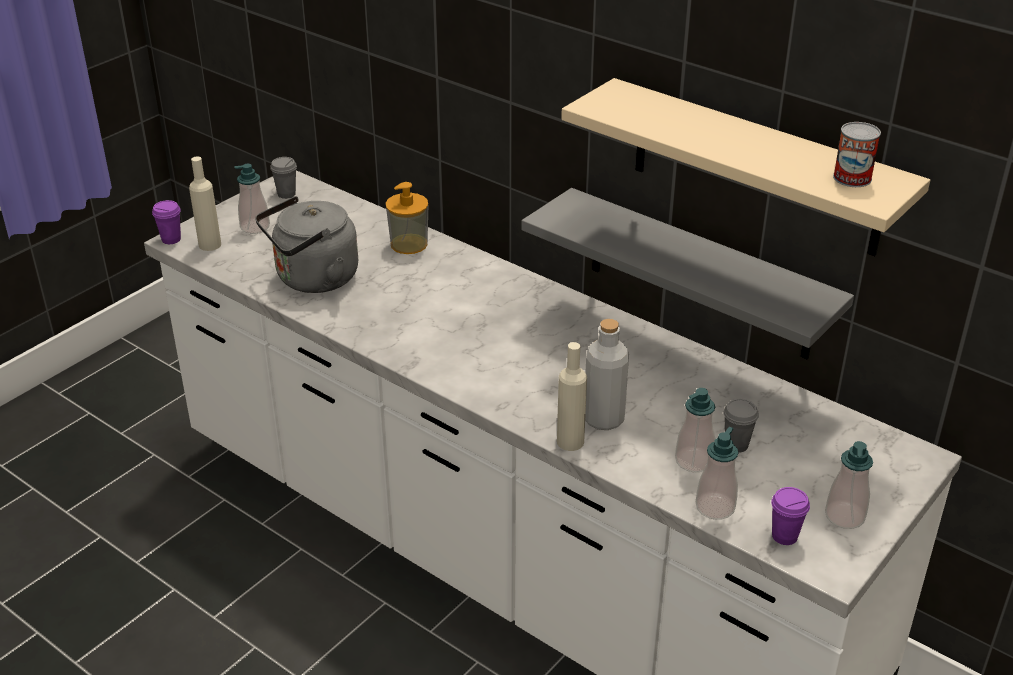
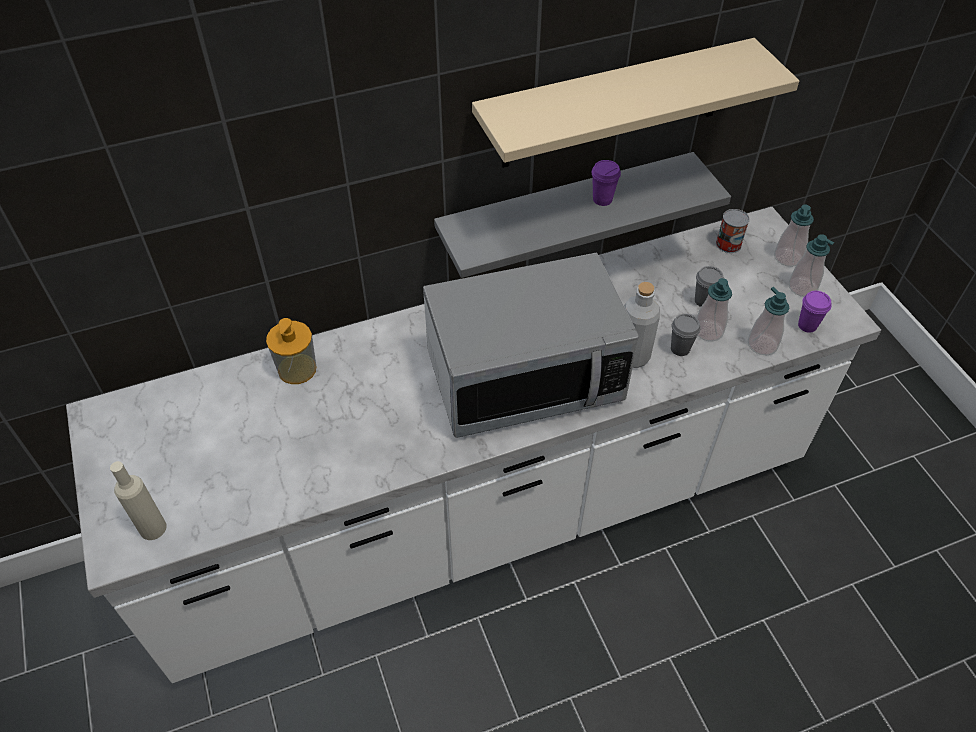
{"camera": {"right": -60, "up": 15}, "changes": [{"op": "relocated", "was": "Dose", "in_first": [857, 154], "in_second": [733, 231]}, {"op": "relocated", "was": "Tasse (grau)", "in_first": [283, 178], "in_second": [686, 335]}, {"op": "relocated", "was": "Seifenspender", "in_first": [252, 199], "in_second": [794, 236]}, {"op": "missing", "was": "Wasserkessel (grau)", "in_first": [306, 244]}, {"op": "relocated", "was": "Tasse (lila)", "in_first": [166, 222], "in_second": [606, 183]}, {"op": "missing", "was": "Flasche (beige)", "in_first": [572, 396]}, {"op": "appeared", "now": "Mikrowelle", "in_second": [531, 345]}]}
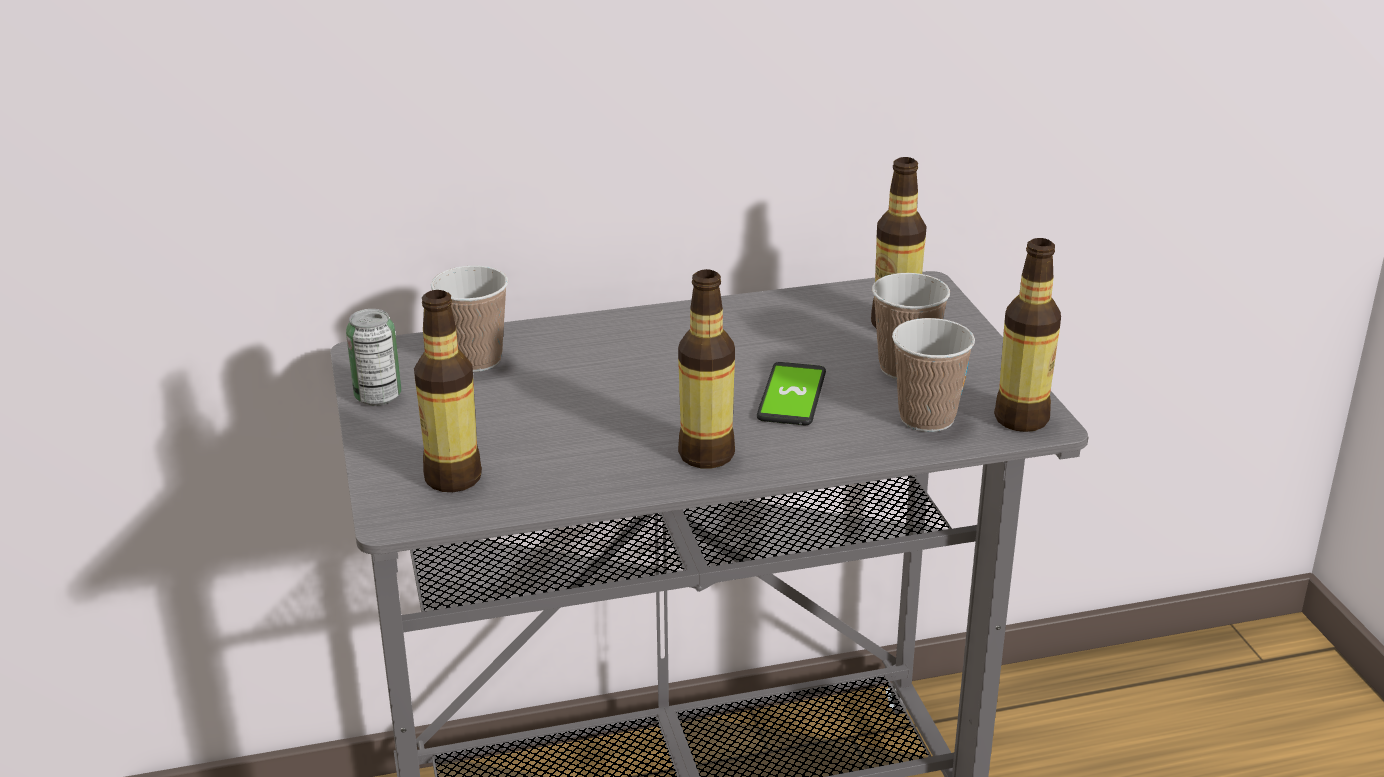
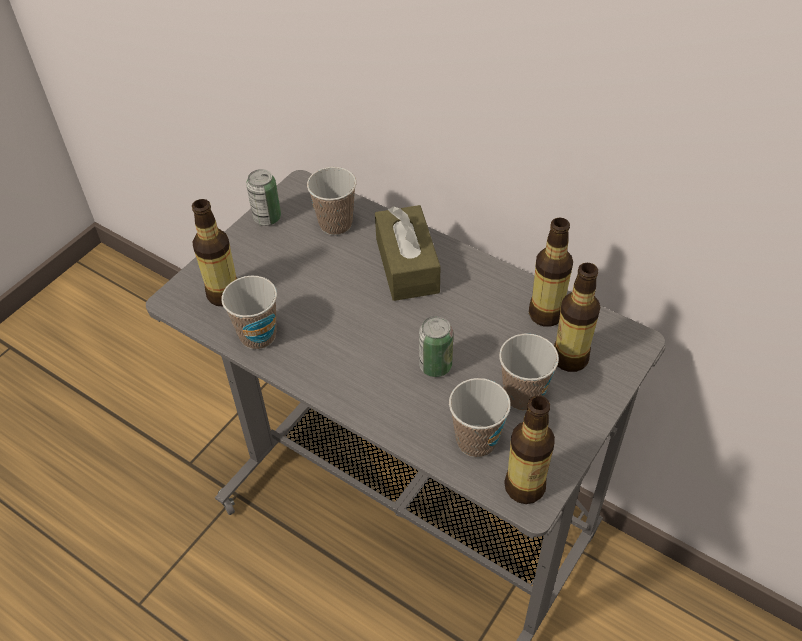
{"camera": {"right": 50, "up": 20}, "changes": [{"op": "relocated", "was": "Flasche", "in_first": [706, 368], "in_second": [551, 272]}, {"op": "exchanged", "was": "Handy", "now": "Dose", "in_first": [791, 393], "in_second": [436, 346]}, {"op": "appeared", "now": "Taschentuchbox (braun)", "in_second": [407, 253]}, {"op": "appeared", "now": "Tasse", "in_second": [249, 313]}]}
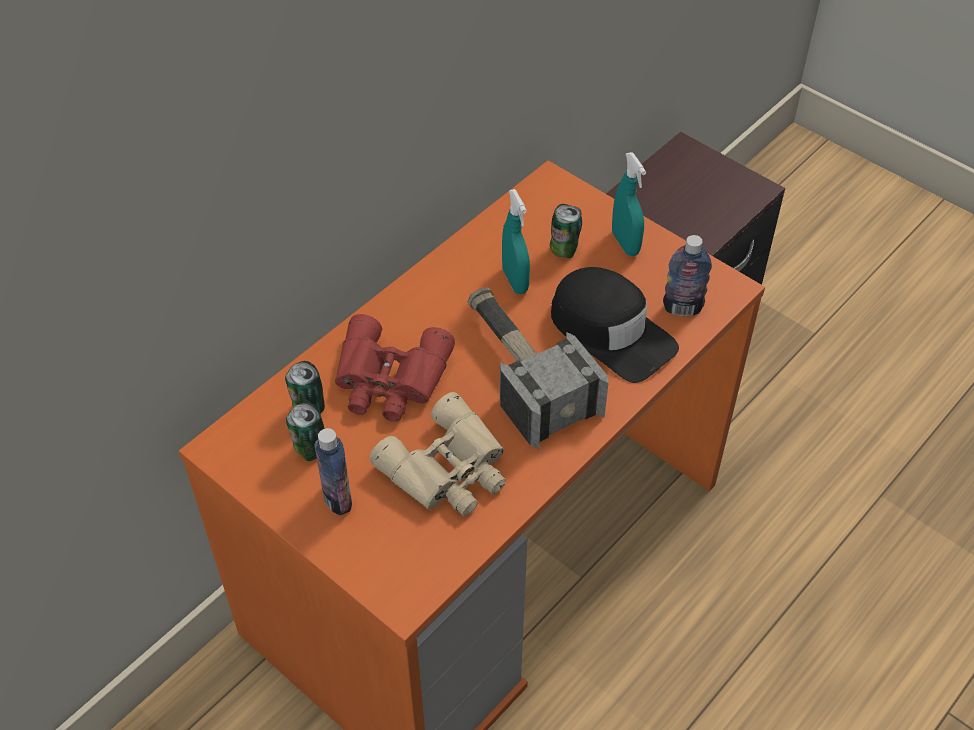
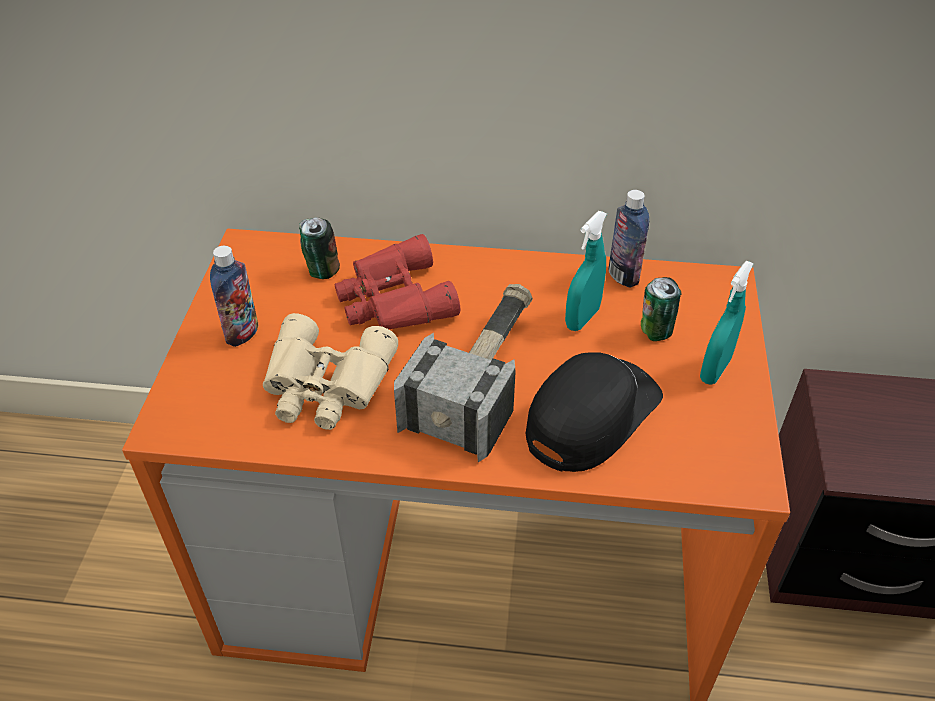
{"camera": {"right": 55, "up": -5}, "changes": [{"op": "relocated", "was": "Flasche", "in_first": [687, 275], "in_second": [628, 239]}, {"op": "spun", "was": "Kappe (schwarz)", "in_first": [615, 325], "in_second": [594, 412], "clockwise": -150}, {"op": "missing", "was": "Dose", "in_first": [305, 431]}]}
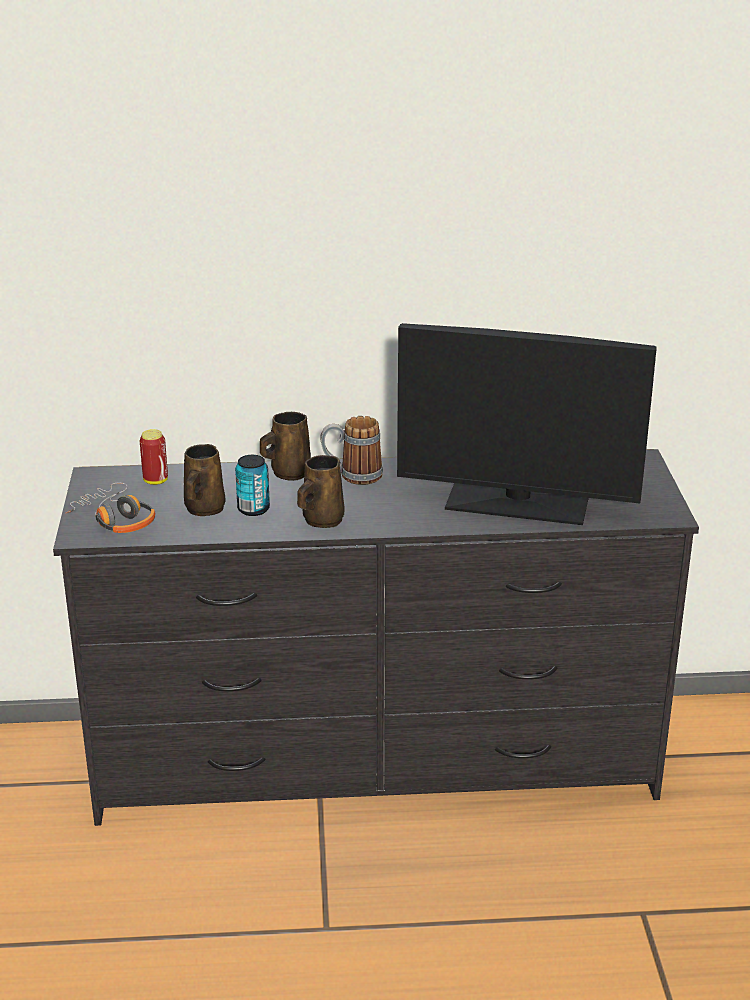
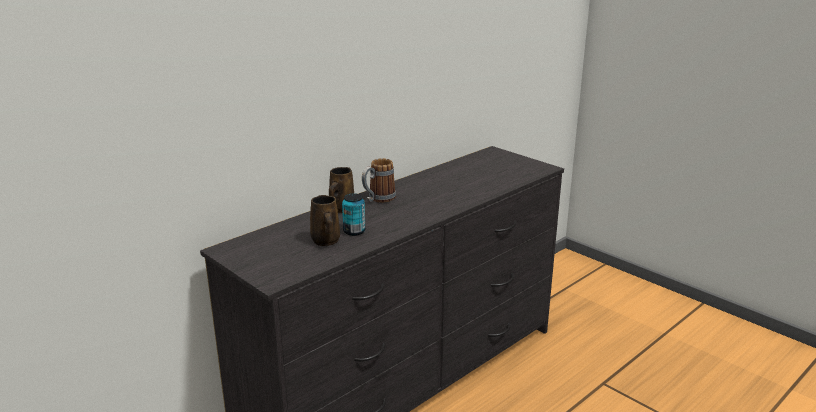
{"camera": {"right": -40, "up": -5}, "changes": [{"op": "missing", "was": "Monitor", "in_first": [527, 424]}, {"op": "missing", "was": "Dose", "in_first": [154, 457]}, {"op": "missing", "was": "Henkelbecher (braun)", "in_first": [321, 491]}, {"op": "missing", "was": "Kopfhörer", "in_first": [110, 507]}]}
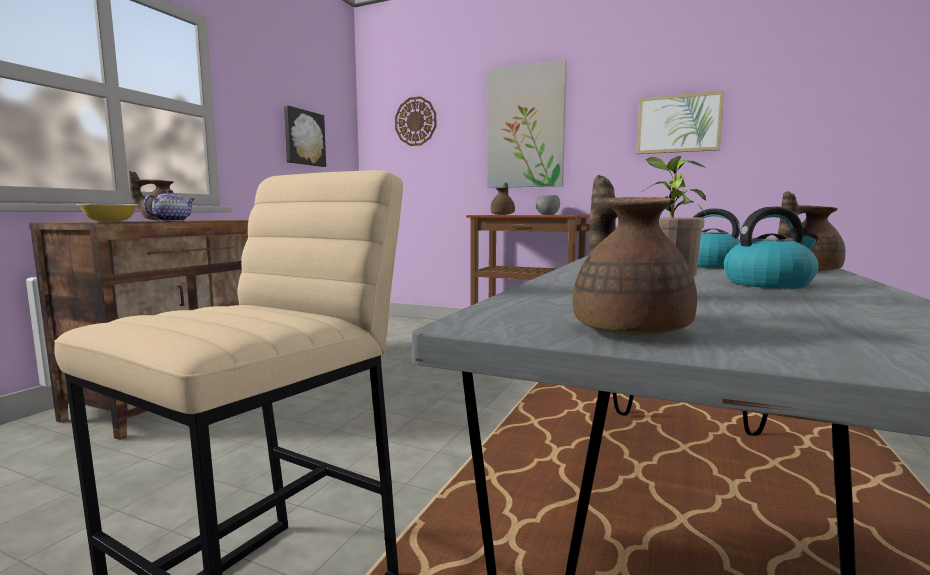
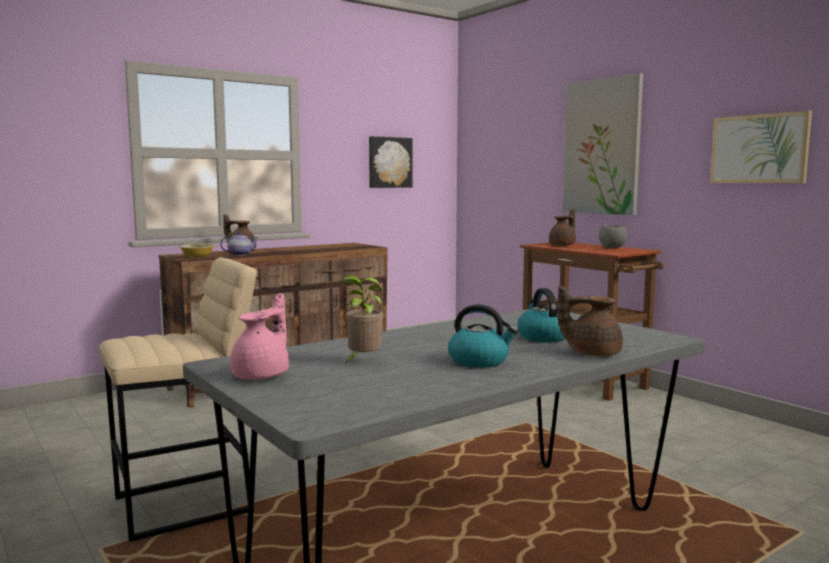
{"camera": {"right": 30, "up": 0}, "changes": [{"op": "missing", "was": "Wanduhr", "in_first": [415, 121]}, {"op": "colour", "was": "Teekanne (braun)", "now": "Teekanne (rosa)", "in_first": [635, 255], "in_second": [259, 336]}]}
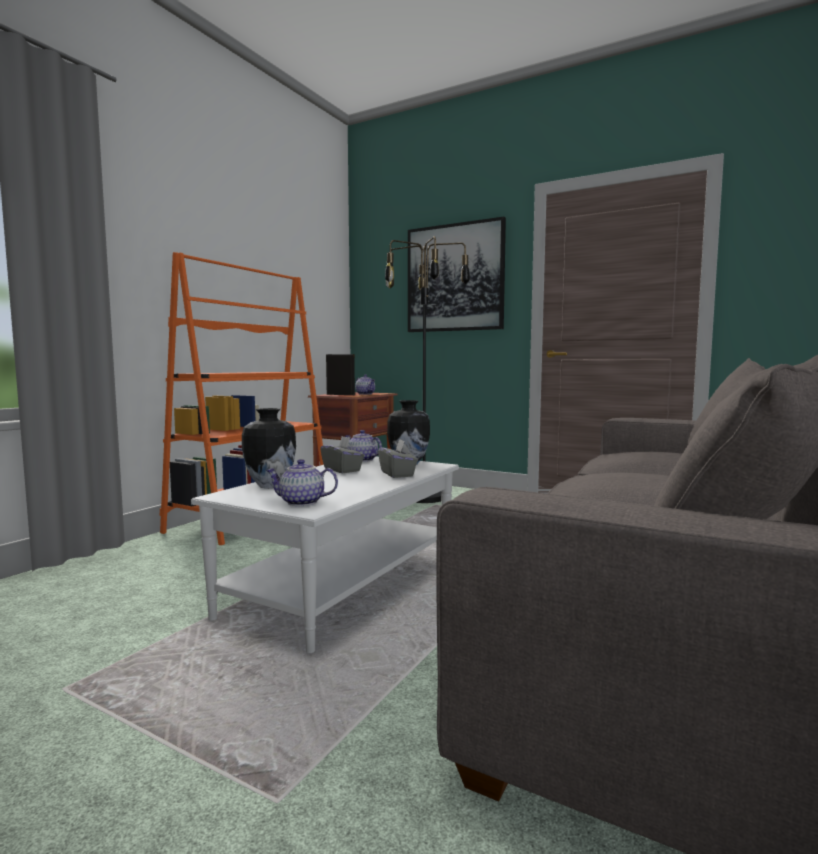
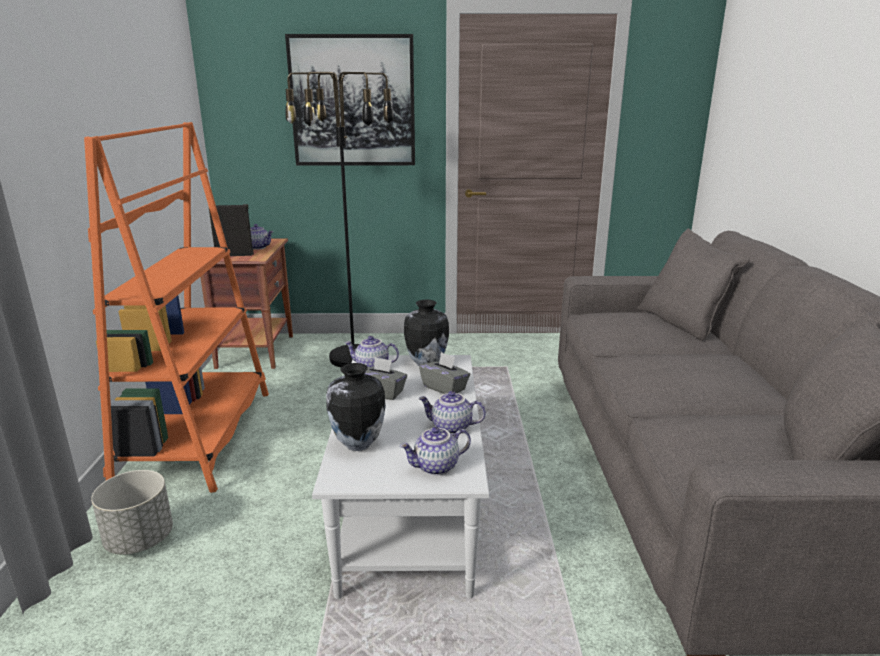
{"camera": {"right": -30, "up": 15}, "changes": [{"op": "appeared", "now": "Teekanne", "in_second": [452, 412]}, {"op": "appeared", "now": "Pflanzkübel (grau)", "in_second": [132, 512]}]}
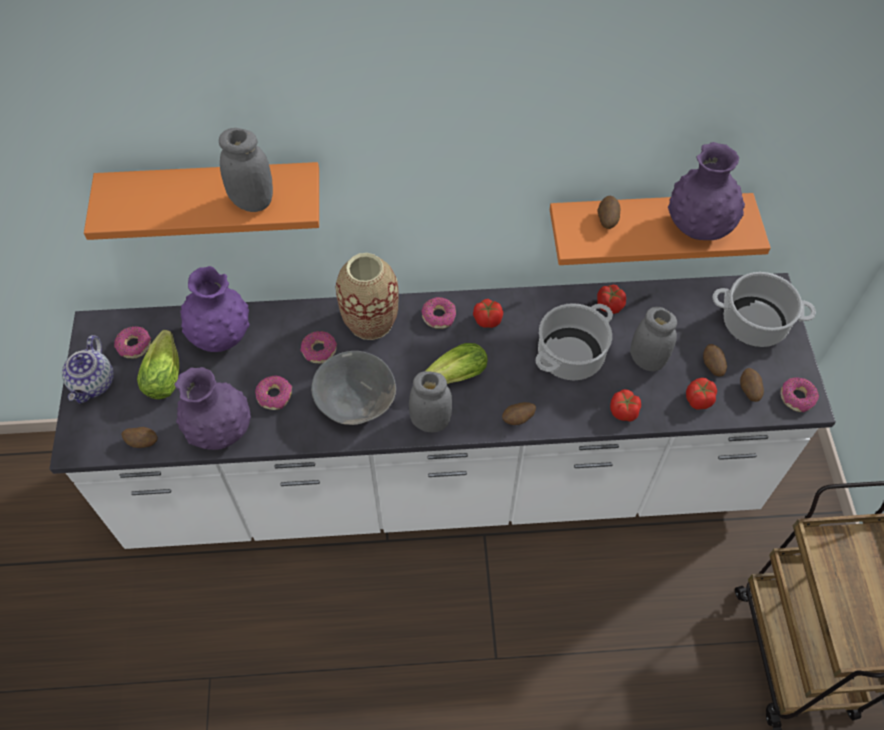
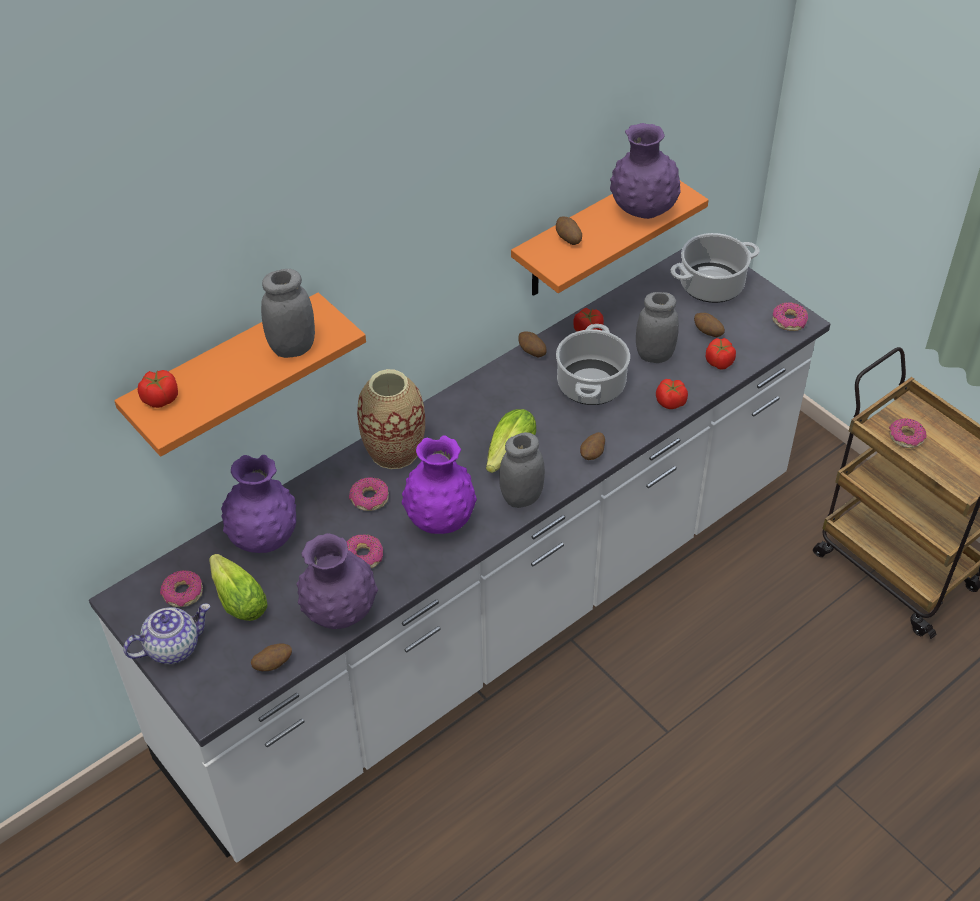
{"camera": {"right": -35, "up": -10}, "changes": [{"op": "relocated", "was": "Donut", "in_first": [438, 313], "in_second": [908, 433]}, {"op": "relocated", "was": "Tomate", "in_first": [488, 313], "in_second": [158, 389]}, {"op": "spun", "was": "Teekanne", "in_first": [88, 369], "in_second": [166, 633], "clockwise": -90}, {"op": "exchanged", "was": "Schüssel (grau)", "now": "Vase (lila)", "in_first": [353, 388], "in_second": [439, 484]}, {"op": "relocated", "was": "Kartoffel", "in_first": [752, 385], "in_second": [532, 345]}]}
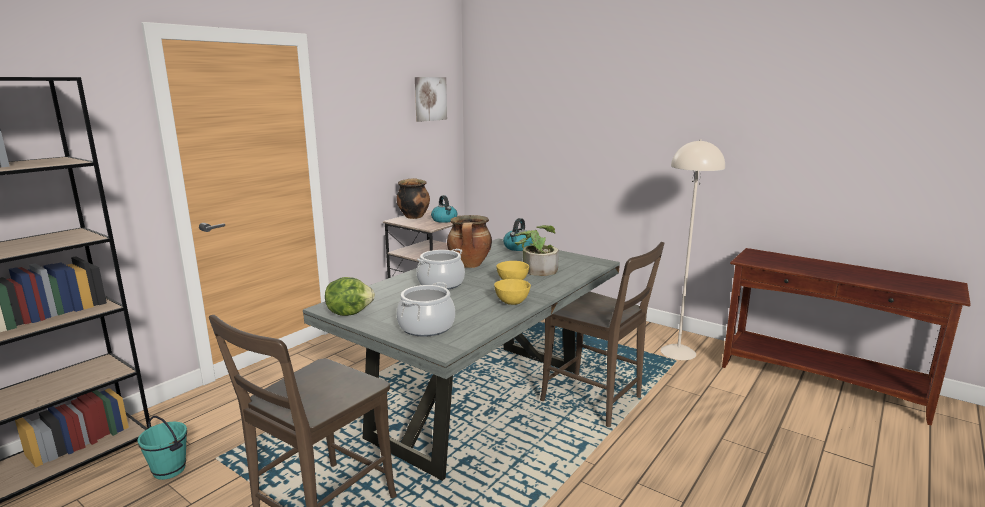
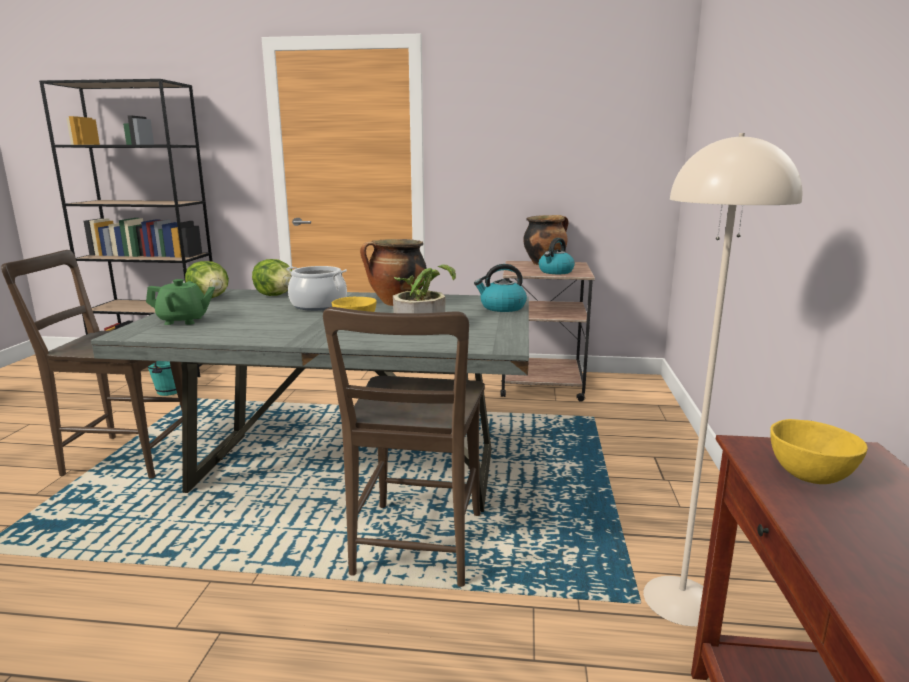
{"camera": {"right": 60, "up": 0}, "changes": [{"op": "missing", "was": "Bild", "in_first": [431, 99]}, {"op": "relocated", "was": "Schüssel (gelb)", "in_first": [512, 292], "in_second": [818, 451]}, {"op": "exchanged", "was": "Kochtopf", "now": "Teekanne (grün)", "in_first": [426, 309], "in_second": [180, 302]}, {"op": "appeared", "now": "Salatkopf", "in_second": [272, 277]}]}
